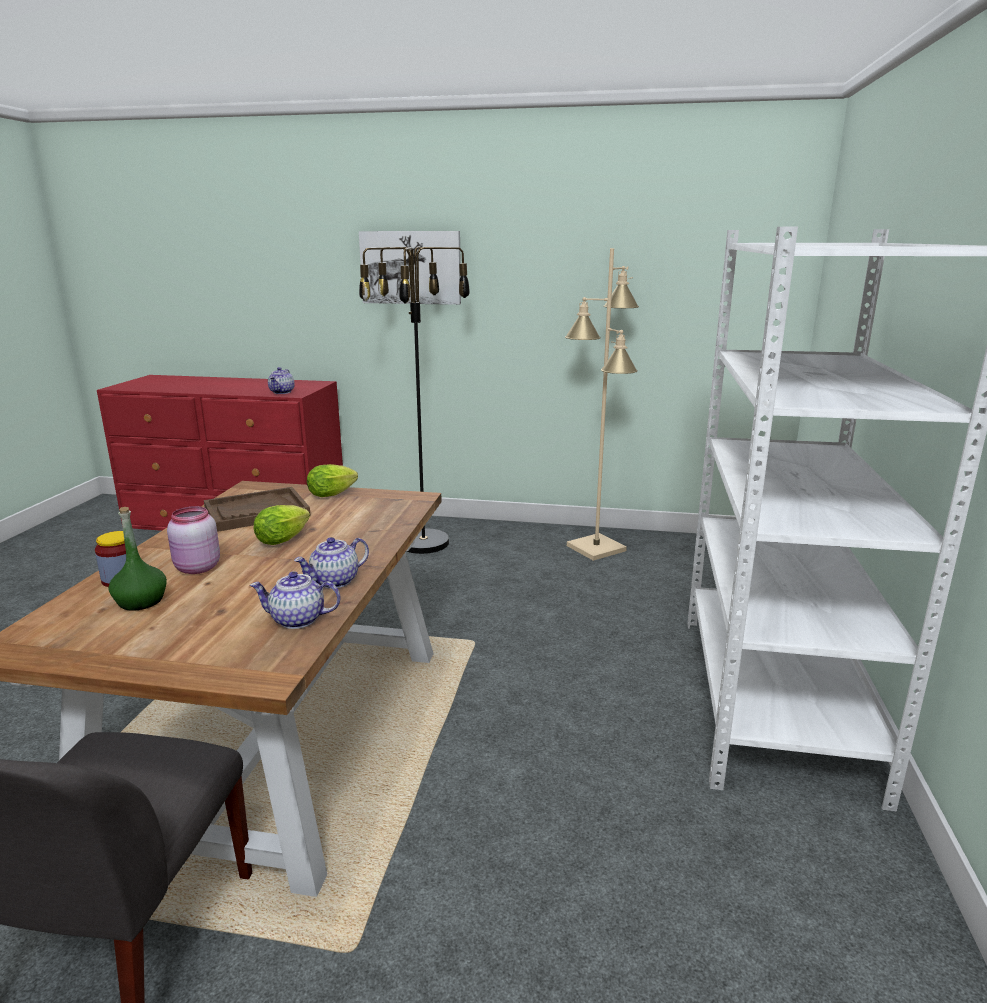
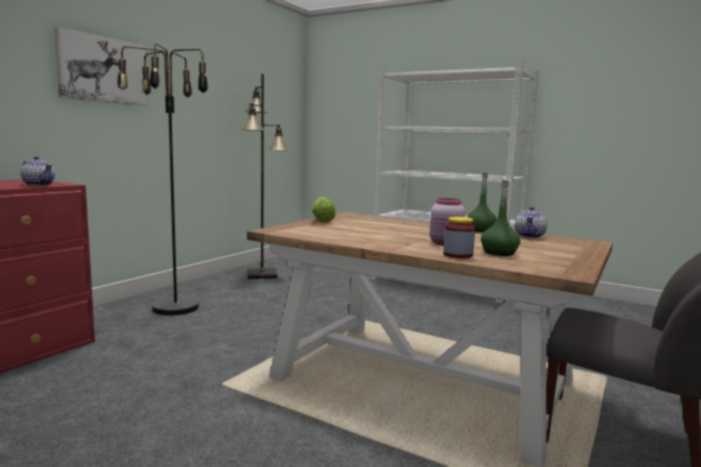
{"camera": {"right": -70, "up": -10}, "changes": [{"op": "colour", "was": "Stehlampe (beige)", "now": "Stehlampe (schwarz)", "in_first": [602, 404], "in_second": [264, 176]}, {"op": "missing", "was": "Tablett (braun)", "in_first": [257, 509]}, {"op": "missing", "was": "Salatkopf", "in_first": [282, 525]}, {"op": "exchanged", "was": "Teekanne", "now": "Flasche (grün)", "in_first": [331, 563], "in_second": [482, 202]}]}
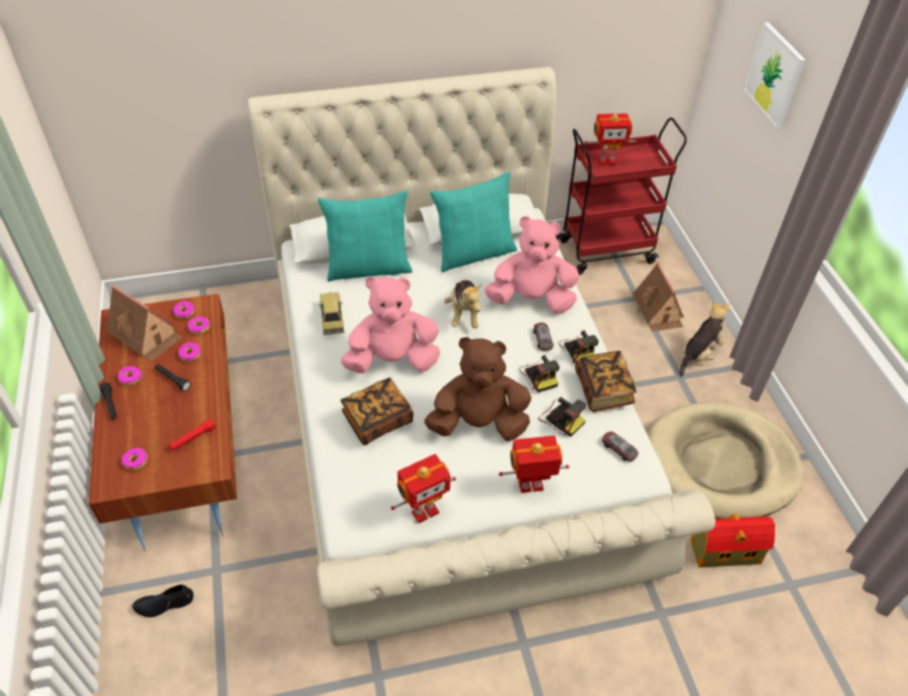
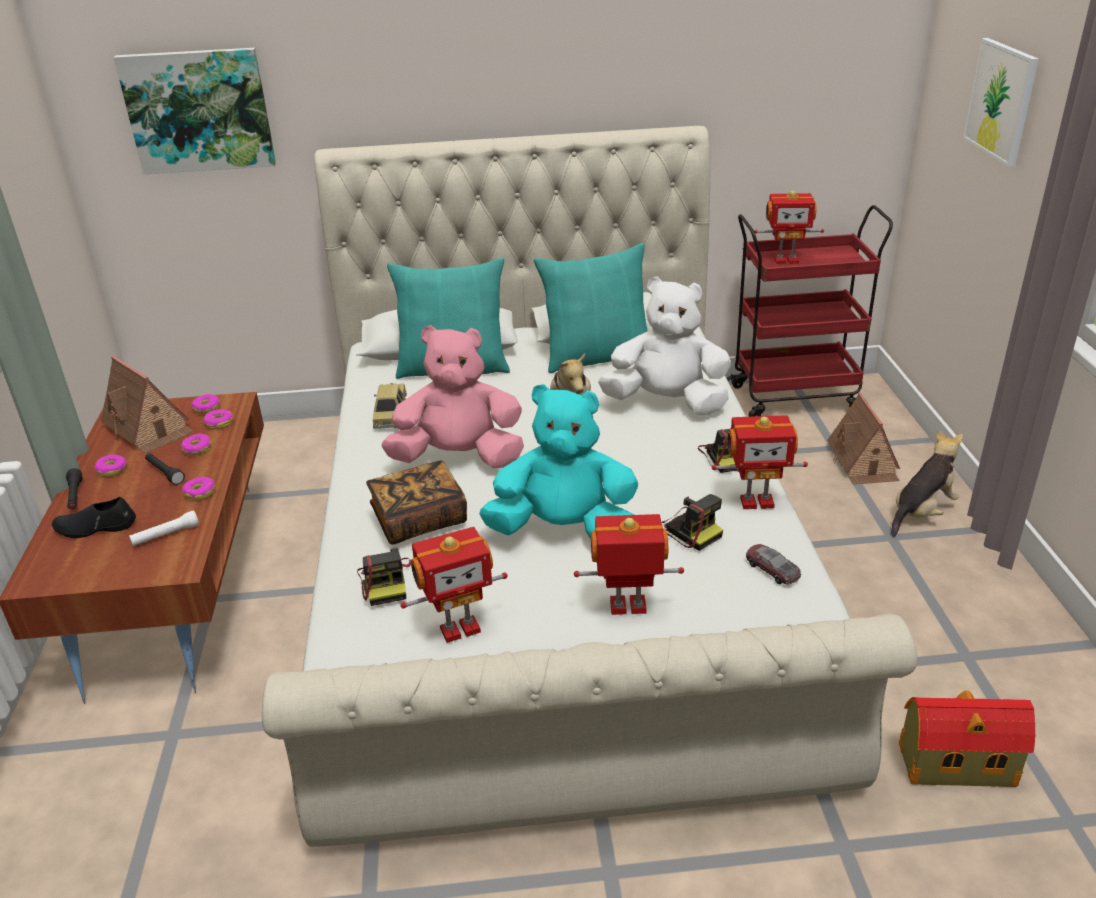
{"camera": {"right": 10, "up": -15}, "changes": [{"op": "colour", "was": "Plüschtier (rosa)", "now": "Plüschtier (weiß)", "in_first": [532, 265], "in_second": [664, 346]}, {"op": "missing", "was": "Spielzeugauto", "in_first": [543, 336]}, {"op": "colour", "was": "Plüschtier (braun)", "now": "Plüschtier (türkis)", "in_first": [477, 389], "in_second": [558, 461]}, {"op": "exchanged", "was": "Buch", "now": "Spielzeugroboter", "in_first": [605, 381], "in_second": [760, 462]}, {"op": "relocated", "was": "Kamera", "in_first": [539, 374], "in_second": [384, 577]}, {"op": "missing", "was": "Hundebett (beige)", "in_first": [726, 460]}, {"op": "colour", "was": "Taschenlampe (rot)", "now": "Taschenlampe (weiß)", "in_first": [192, 435], "in_second": [164, 528]}, {"op": "relocated", "was": "Donut", "in_first": [134, 459], "in_second": [198, 488]}, {"op": "relocated", "was": "Schuh (schwarz)", "in_first": [163, 600], "in_second": [93, 517]}, {"op": "appeared", "now": "Bild", "in_second": [195, 111]}]}
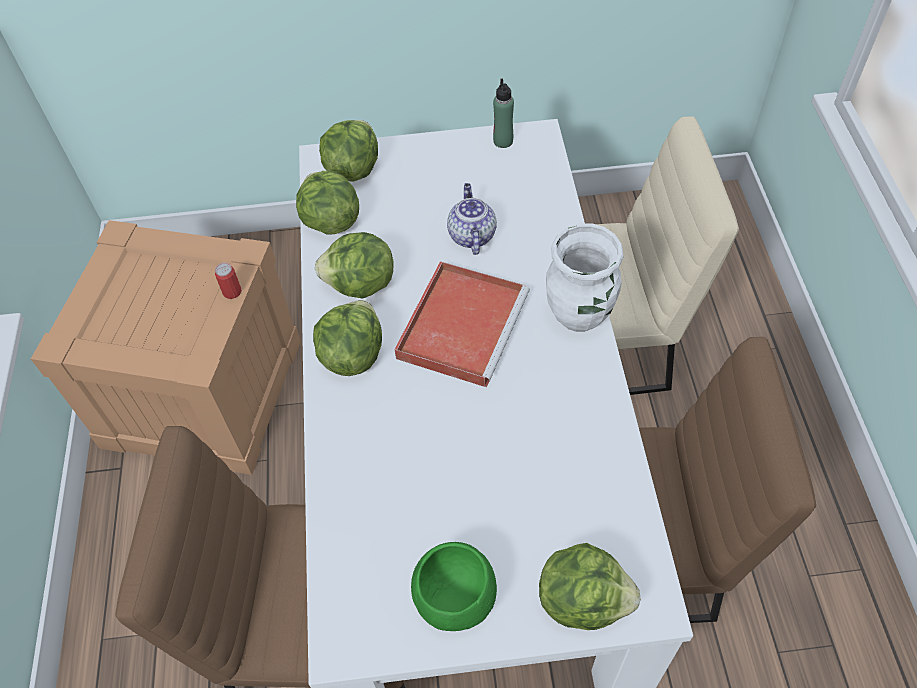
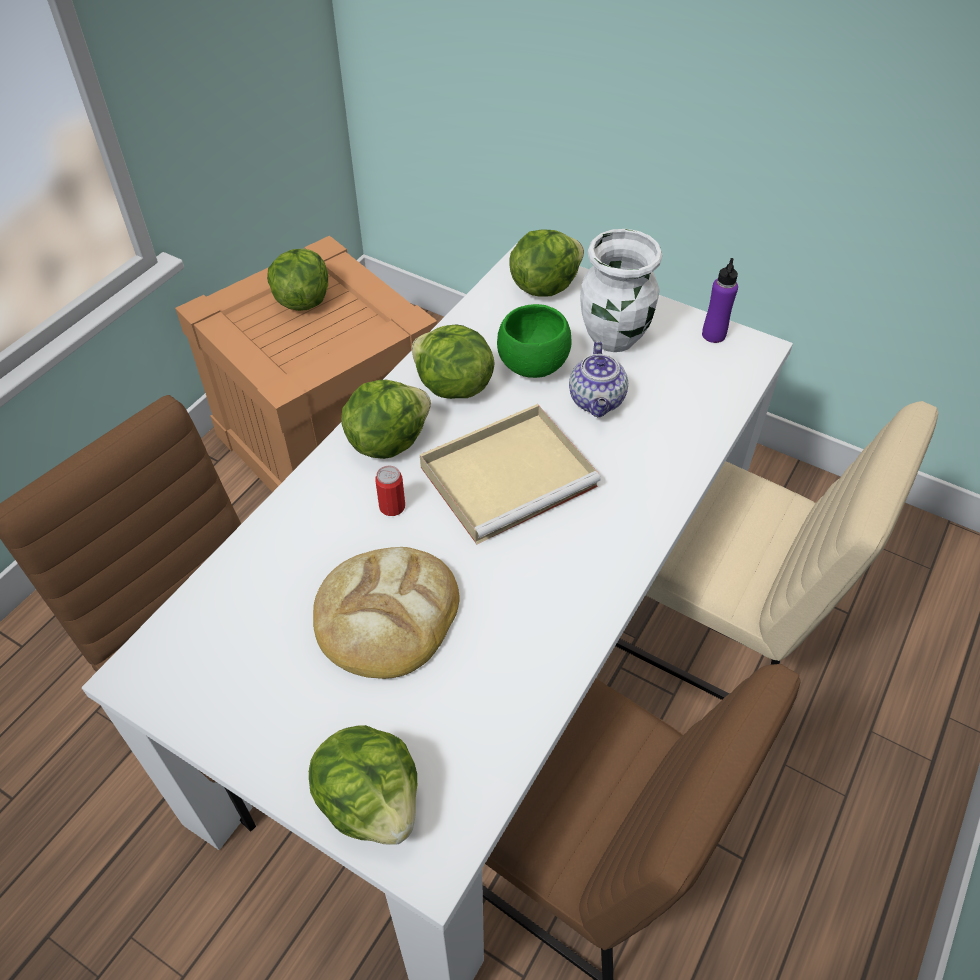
{"camera": {"right": 35, "up": -5}, "changes": [{"op": "colour", "was": "Flasche (grün)", "now": "Flasche (lila)", "in_first": [503, 113], "in_second": [720, 300]}, {"op": "relocated", "was": "Salatkopf", "in_first": [327, 203], "in_second": [297, 279]}, {"op": "spun", "was": "Teekanne", "in_first": [472, 219], "in_second": [598, 379], "clockwise": 150}, {"op": "relocated", "was": "Vase (weiß)", "in_first": [584, 277], "in_second": [621, 290]}, {"op": "colour", "was": "Tablett (rot)", "now": "Tablett (beige)", "in_first": [462, 324], "in_second": [510, 474]}, {"op": "relocated", "was": "Dose", "in_first": [228, 281], "in_second": [390, 491]}, {"op": "relocated", "was": "Schüssel (grün)", "in_first": [454, 586], "in_second": [534, 341]}, {"op": "appeared", "now": "Brot", "in_second": [386, 613]}]}
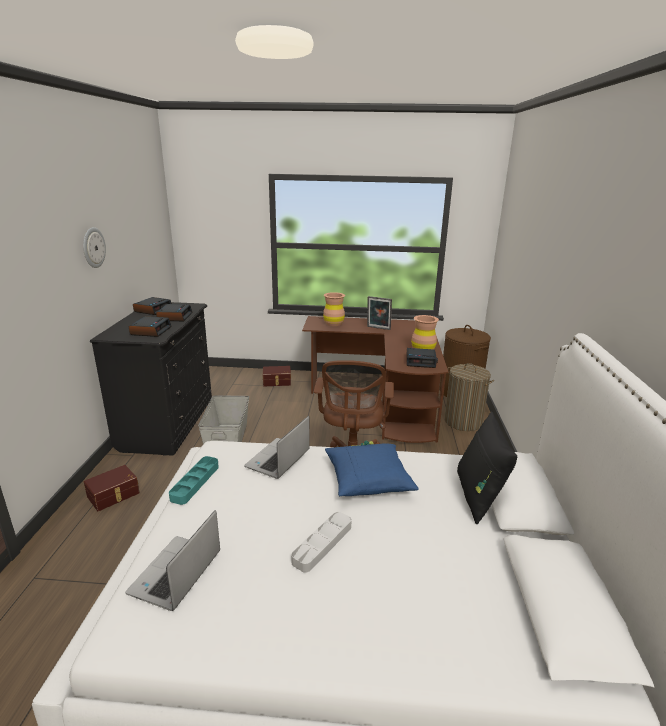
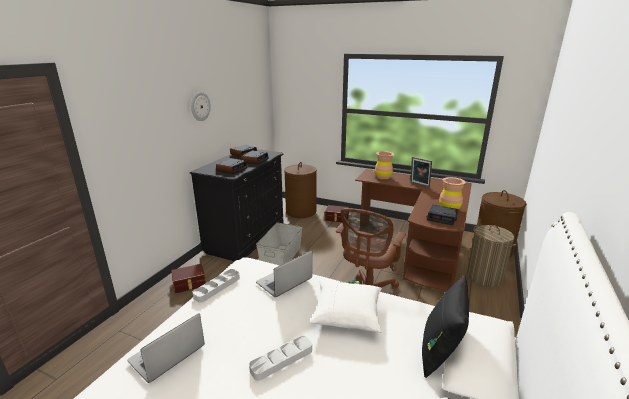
{"camera": {"right": 20, "up": 0}, "changes": [{"op": "colour", "was": "Kissen (blau)", "now": "Kissen (weiß)", "in_first": [372, 468], "in_second": [346, 306]}, {"op": "colour", "was": "Tablett (türkis)", "now": "Tablett (grau)", "in_first": [194, 480], "in_second": [216, 286]}, {"op": "appeared", "now": "Wäschekorb (braun)", "in_second": [300, 190]}]}
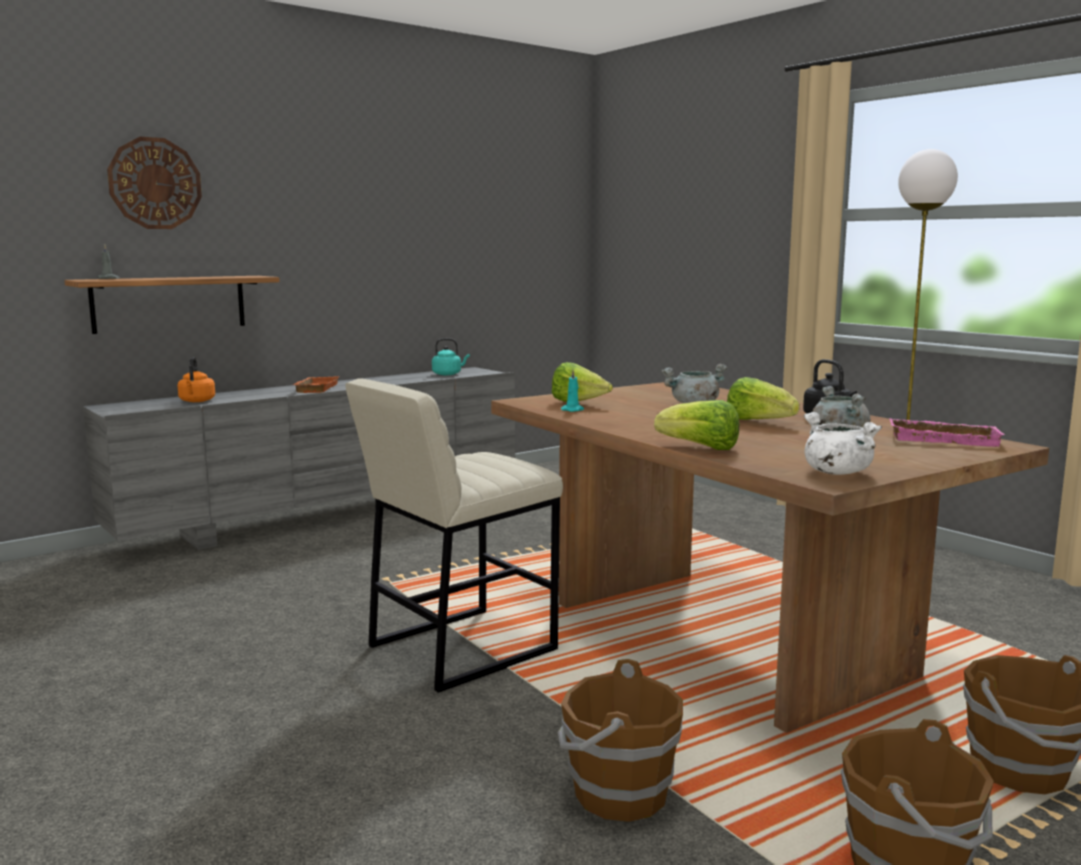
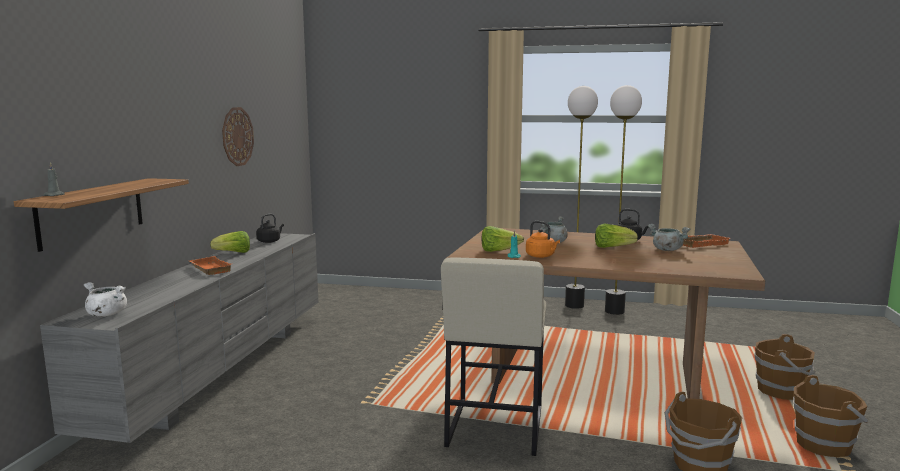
{"camera": {"right": -40, "up": 0}, "changes": [{"op": "relocated", "was": "Wanduhr", "in_first": [154, 183], "in_second": [238, 136]}, {"op": "colour", "was": "Wasserkessel (türkis)", "now": "Wasserkessel (schwarz)", "in_first": [451, 356], "in_second": [270, 228]}, {"op": "relocated", "was": "Wasserkessel (orange)", "in_first": [196, 379], "in_second": [543, 239]}, {"op": "relocated", "was": "Salatkopf", "in_first": [696, 425], "in_second": [230, 242]}, {"op": "relocated", "was": "Kochtopf (weiß)", "in_first": [843, 443], "in_second": [105, 299]}, {"op": "colour", "was": "Tablett (rosa)", "now": "Tablett (orange)", "in_first": [947, 432], "in_second": [706, 241]}, {"op": "appeared", "now": "Stehlampe", "in_second": [623, 200]}]}
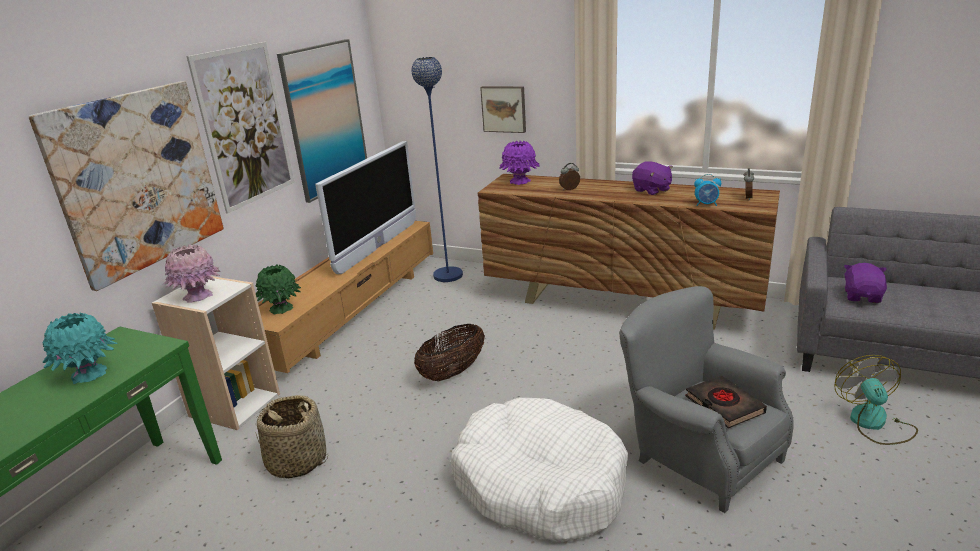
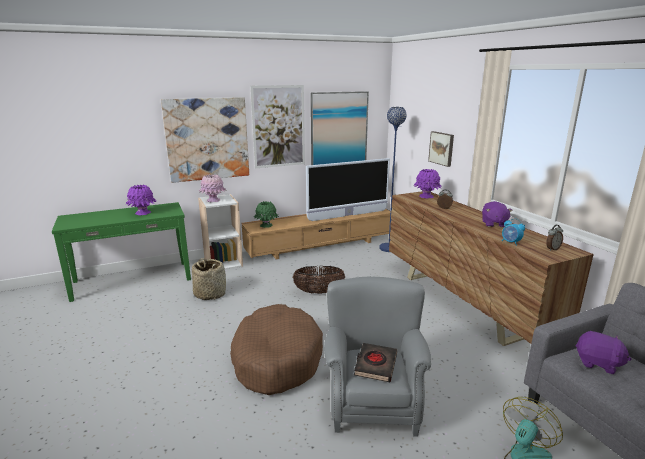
{"camera": {"right": 40, "up": -5}, "changes": [{"op": "spun", "was": "Plüschtier (lila)", "in_first": [865, 283], "in_second": [603, 352], "clockwise": 60}, {"op": "colour", "was": "Vase (türkis)", "now": "Vase (lila)", "in_first": [80, 348], "in_second": [141, 199]}, {"op": "colour", "was": "Hundebett (weiß)", "now": "Hundebett (braun)", "in_first": [539, 470], "in_second": [276, 349]}]}
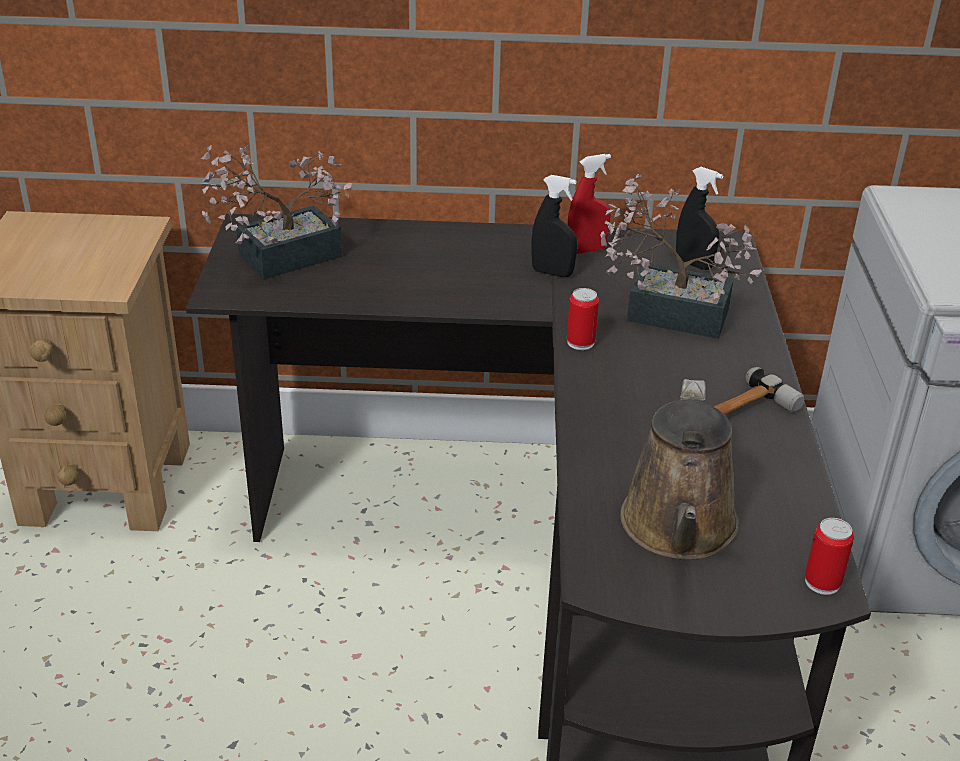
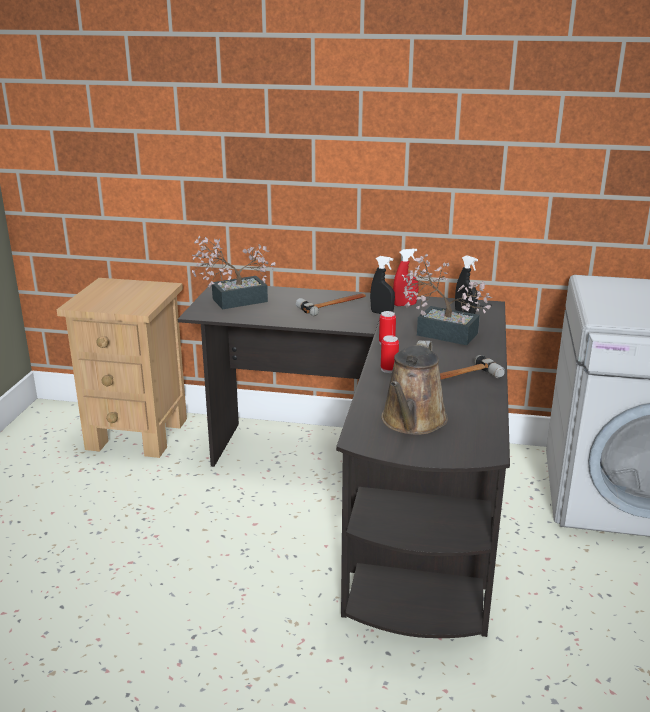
{"camera": {"right": 10, "up": -10}, "changes": [{"op": "relocated", "was": "Dose", "in_first": [829, 556], "in_second": [390, 354]}, {"op": "appeared", "now": "Hammer", "in_second": [331, 304]}]}
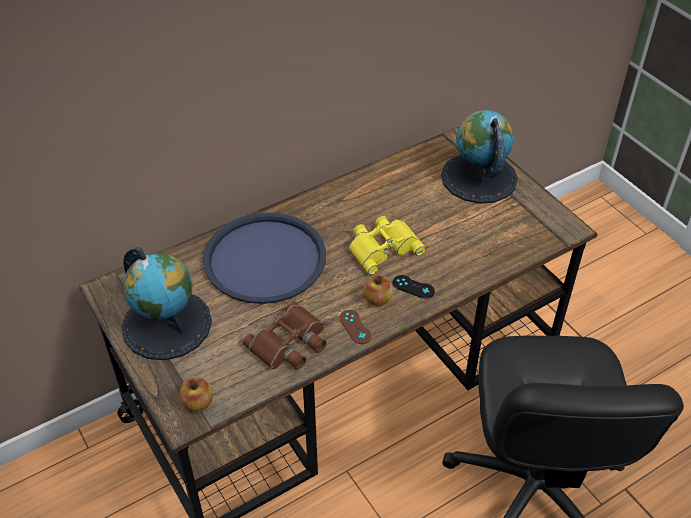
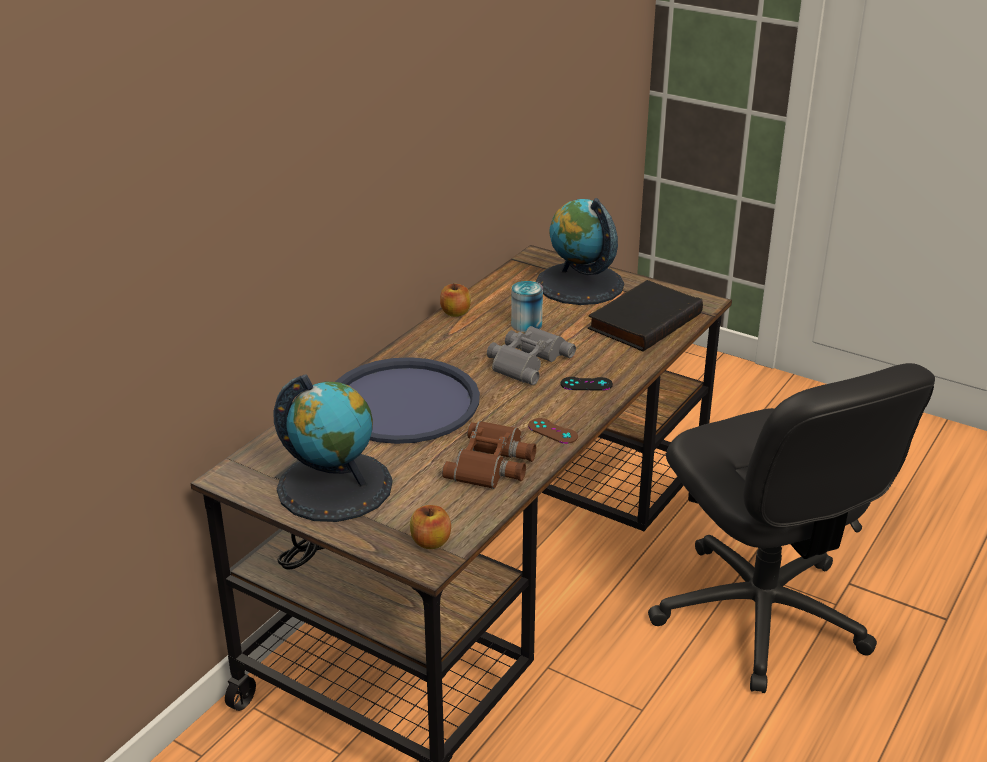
{"camera": {"right": -25, "up": -15}, "changes": [{"op": "colour", "was": "Fernglas (gelb)", "now": "Fernglas (grau)", "in_first": [387, 245], "in_second": [531, 355]}, {"op": "relocated", "was": "Apfel", "in_first": [378, 290], "in_second": [455, 300]}, {"op": "appeared", "now": "Buch (schwarz)", "in_second": [645, 315]}, {"op": "appeared", "now": "Dose", "in_second": [527, 306]}]}
